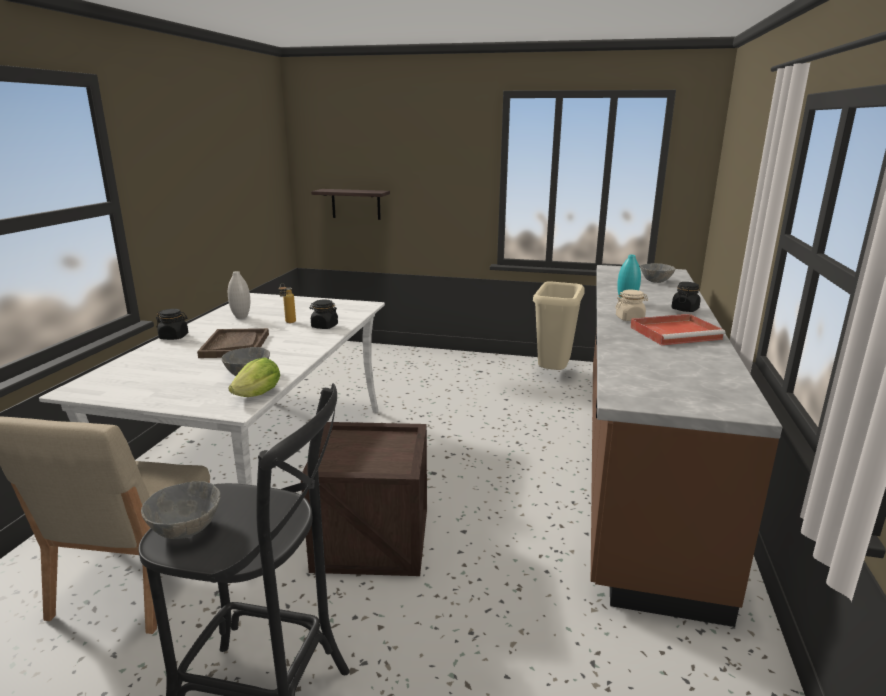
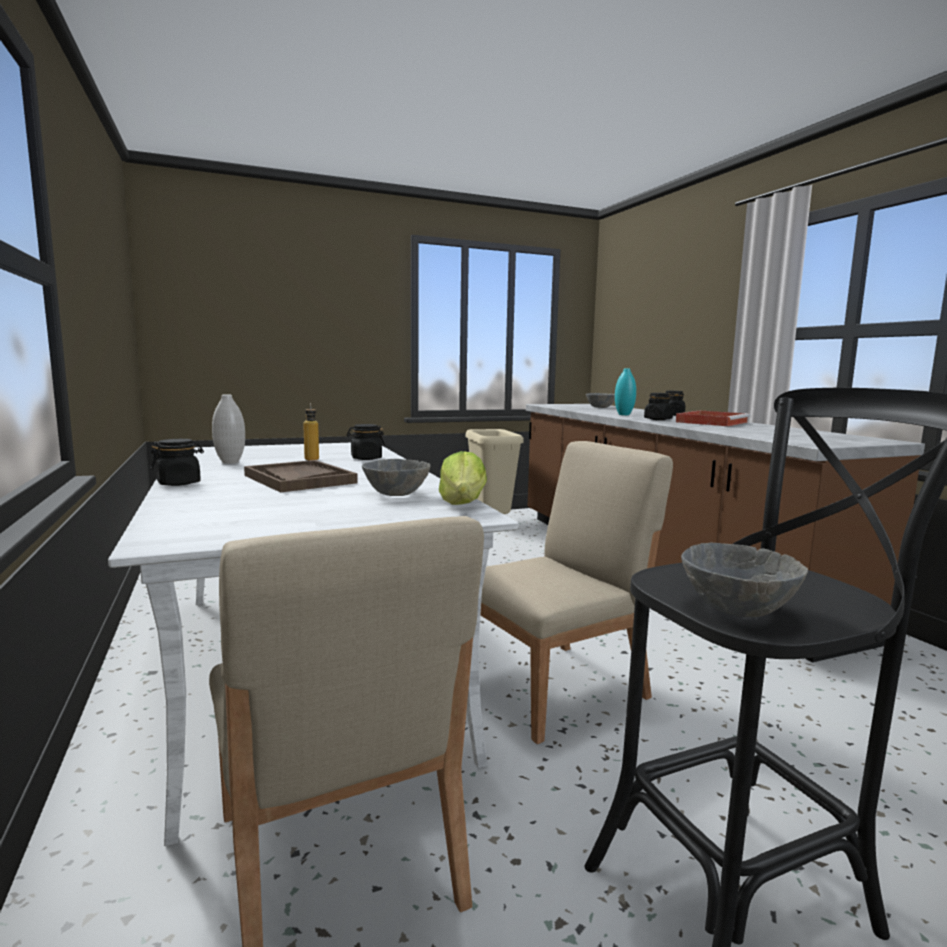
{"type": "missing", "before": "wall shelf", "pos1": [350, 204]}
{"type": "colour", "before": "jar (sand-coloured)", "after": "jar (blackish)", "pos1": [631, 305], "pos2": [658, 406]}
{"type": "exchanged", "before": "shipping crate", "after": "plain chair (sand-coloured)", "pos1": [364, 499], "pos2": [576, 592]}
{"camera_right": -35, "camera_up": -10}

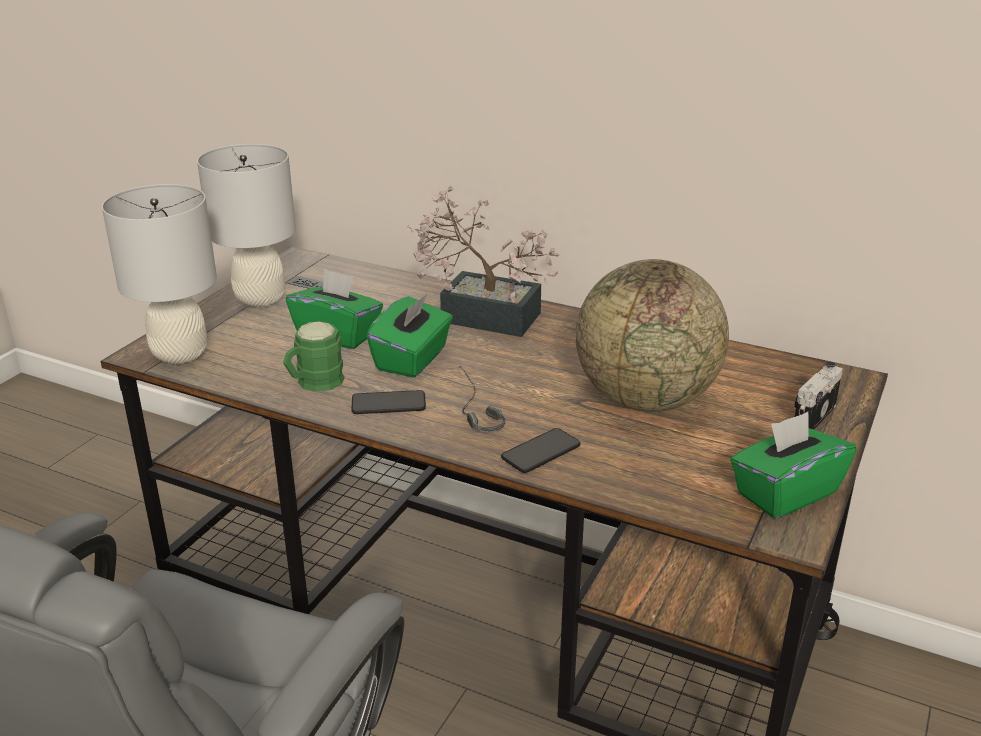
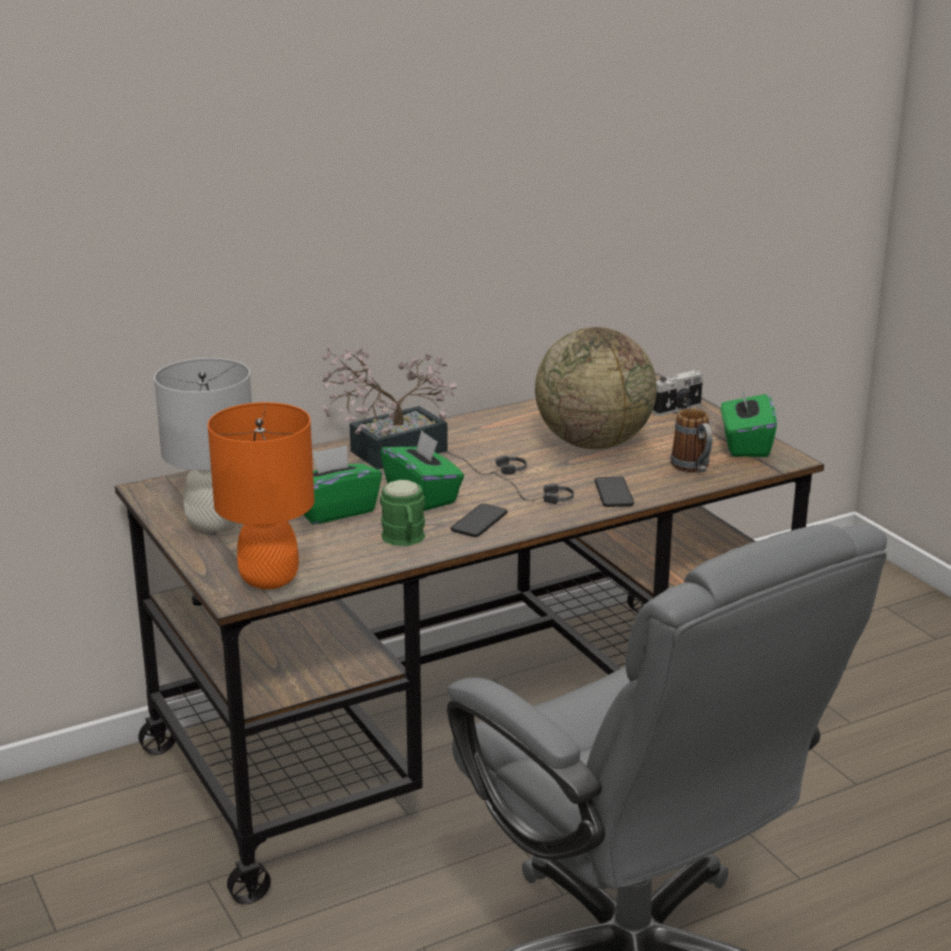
{"type": "colour", "before": "tabletop lamp (gray)", "after": "tabletop lamp (orangey)", "pos1": [159, 274], "pos2": [261, 496]}
{"type": "spun", "before": "photo camera", "pos1": [819, 395], "pos2": [677, 393], "turn": -105}
{"type": "appeared", "after": "tea mug", "pos2": [691, 440]}
{"type": "appeared", "after": "pair of headphones", "pos2": [485, 463]}
{"camera_right": -55, "camera_up": -5}

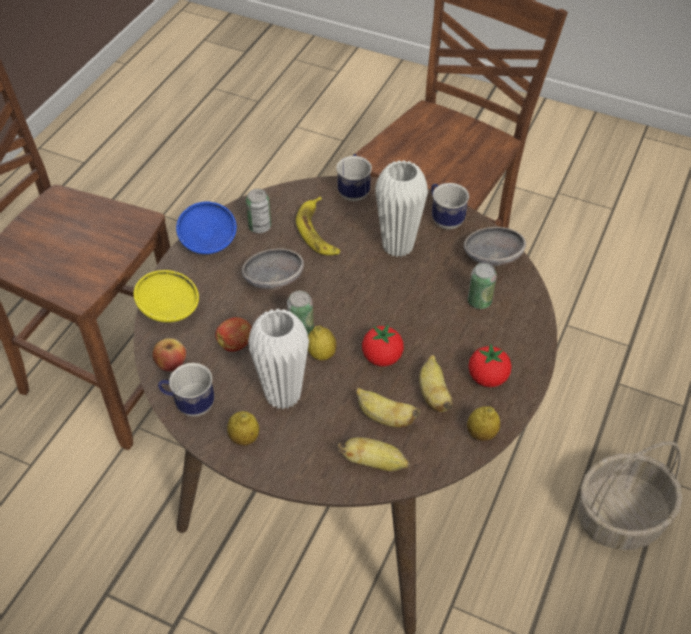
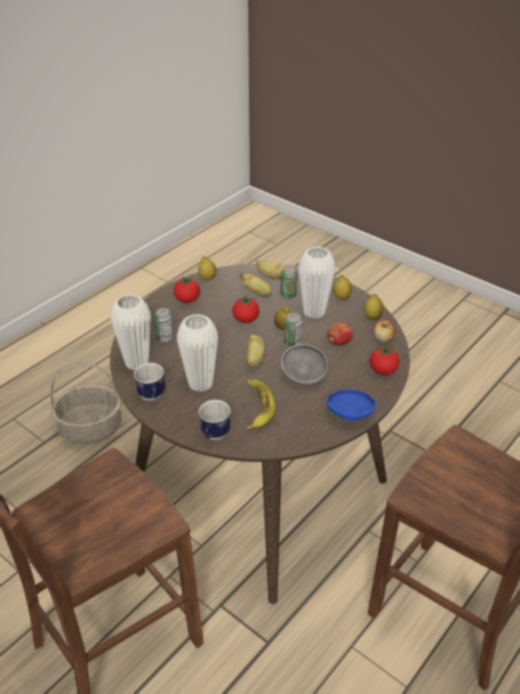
{"type": "relocated", "before": "metal can", "pos1": [258, 211], "pos2": [289, 282]}
{"type": "exchanged", "before": "serving bowl (gray)", "after": "flower vase (whitish)", "pos1": [495, 247], "pos2": [130, 332]}
{"type": "exchanged", "before": "serving bowl (yellow)", "after": "tomato", "pos1": [166, 296], "pos2": [384, 360]}
{"type": "relocated", "before": "banana fruit", "pos1": [436, 383], "pos2": [255, 348]}
{"type": "exchanged", "before": "tea mug", "after": "lemon", "pos1": [186, 389], "pos2": [374, 307]}
{"camera_right": -165, "camera_up": -10}

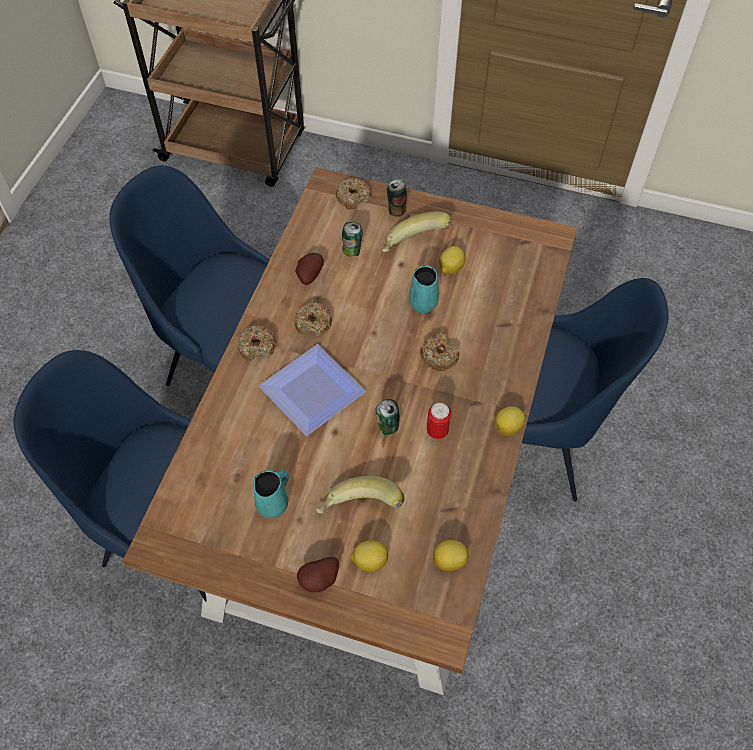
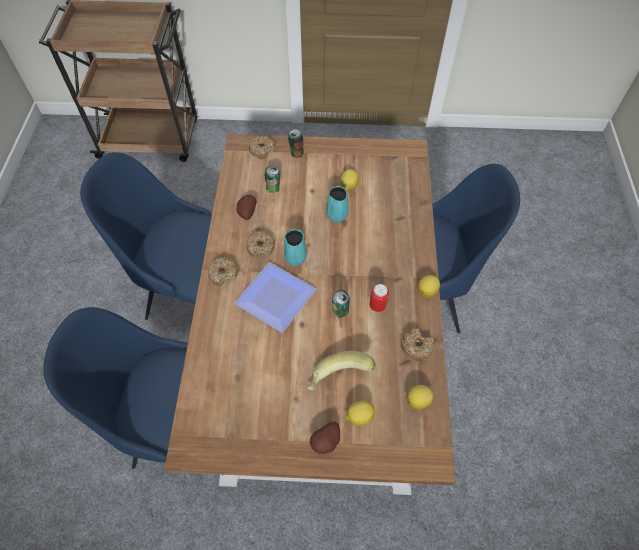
{"type": "missing", "before": "banana fruit", "pos1": [417, 232]}
{"type": "relocated", "before": "doughnut", "pos1": [439, 352], "pos2": [417, 344]}
{"type": "relocated", "before": "tea mug (turquoise)", "pos1": [271, 494], "pos2": [295, 247]}
{"camera_right": -15, "camera_up": 0}

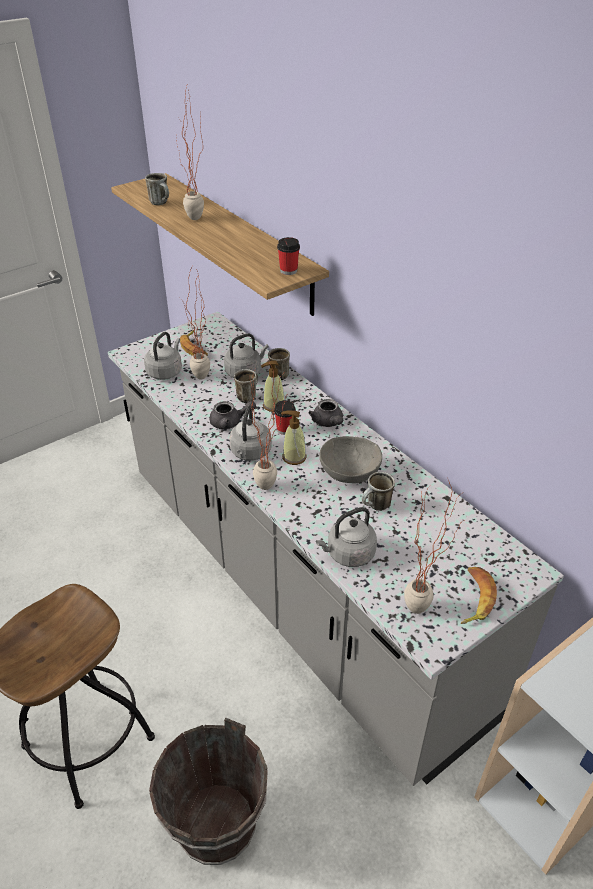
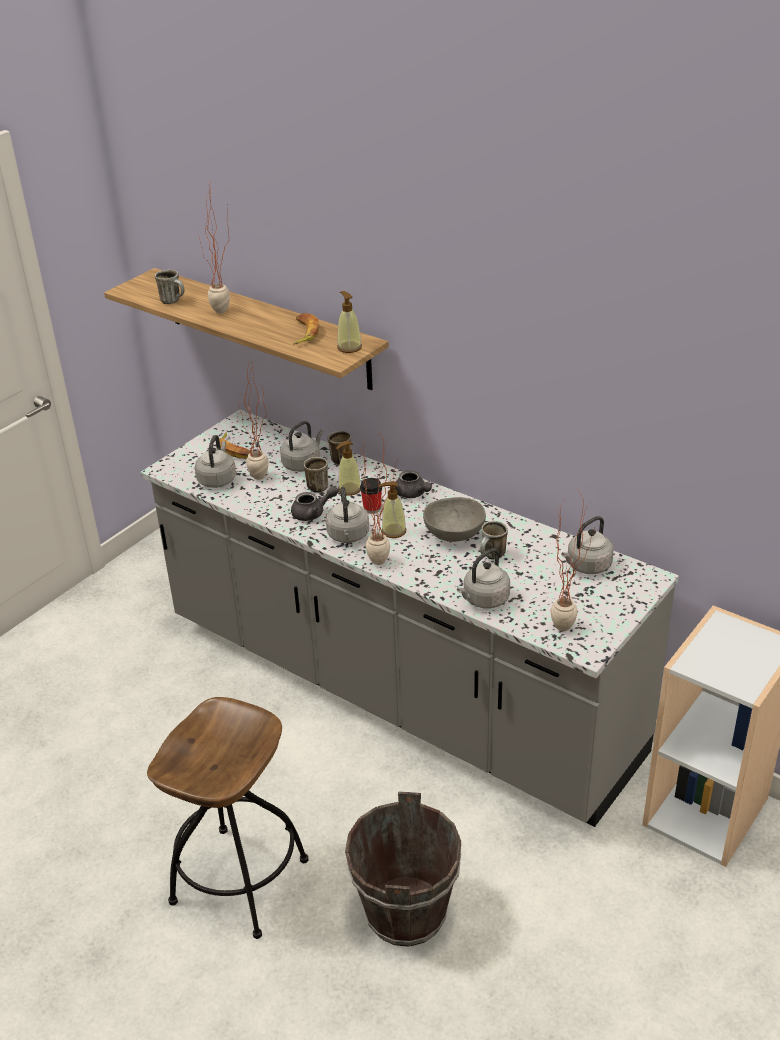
{"type": "exchanged", "before": "cup", "after": "soap bottle", "pos1": [288, 256], "pos2": [349, 322]}
{"type": "relocated", "before": "banana fruit", "pos1": [479, 595], "pos2": [306, 328]}
{"type": "appeared", "after": "tea kettle (gray)", "pos2": [587, 545]}
{"camera_right": -15, "camera_up": -5}

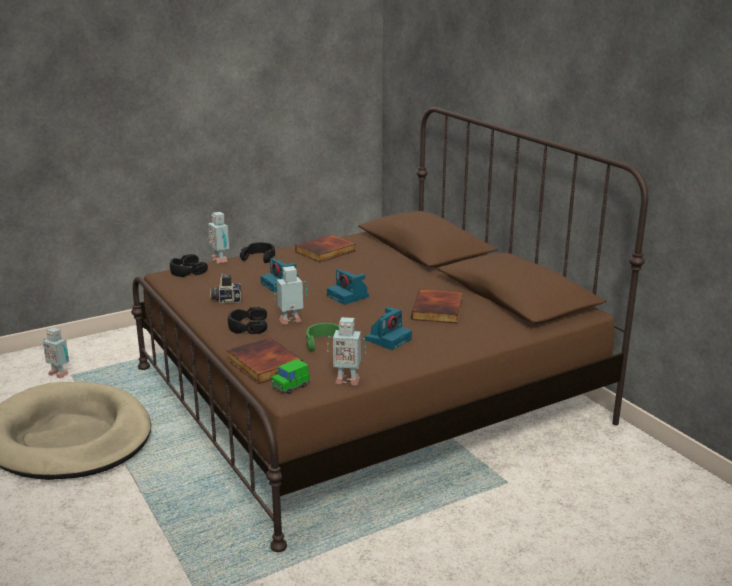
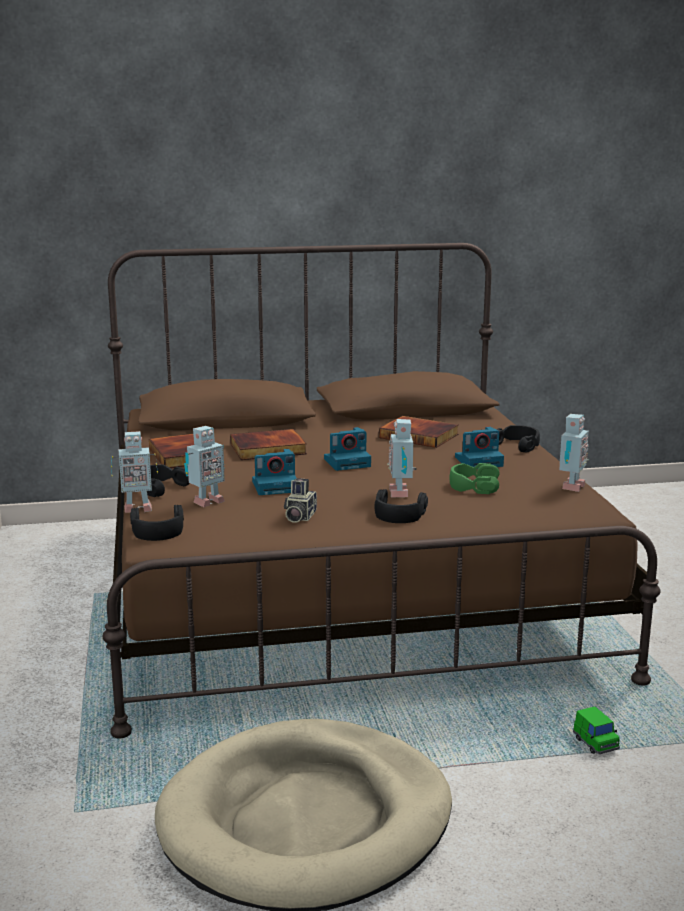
{"type": "spun", "before": "photo camera", "pos1": [388, 328], "pos2": [479, 448], "turn": 105}
{"type": "relocated", "before": "toy robot", "pos1": [56, 352], "pos2": [204, 466]}
{"type": "relocated", "before": "book", "pos1": [264, 360], "pos2": [268, 444]}
{"type": "relocated", "before": "model car (green)", "pos1": [291, 376], "pos2": [596, 730]}
{"type": "appeared", "after": "pair of headphones (blackish)", "pos2": [518, 439]}
{"camera_right": -70, "camera_up": -5}

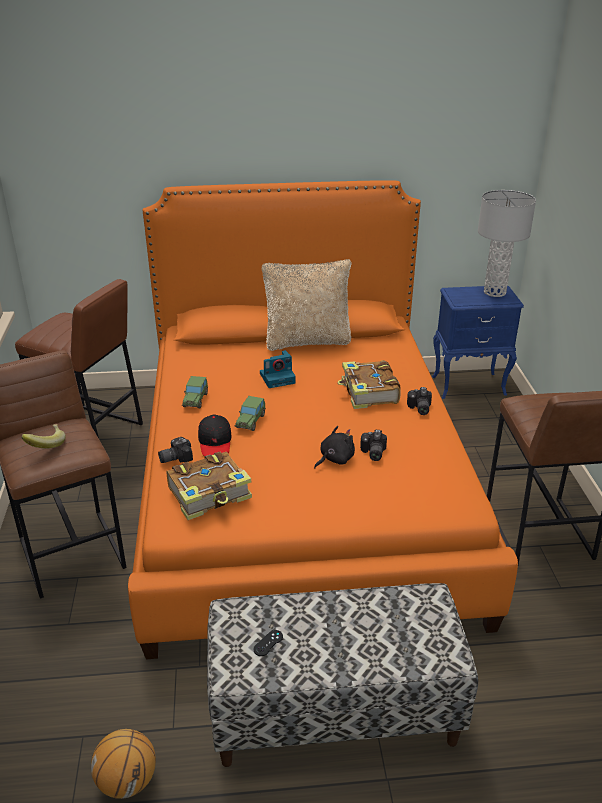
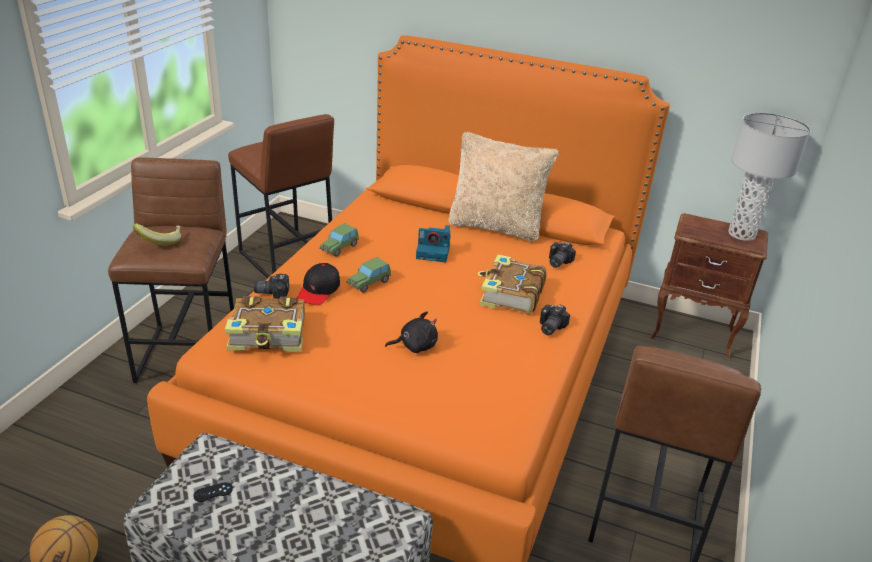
{"type": "colour", "before": "night table (bluish)", "after": "night table (brown-coloured)", "pos1": [478, 342], "pos2": [709, 286]}
{"type": "relocated", "before": "photo camera", "pos1": [373, 445], "pos2": [562, 255]}
{"camera_right": 25, "camera_up": 0}

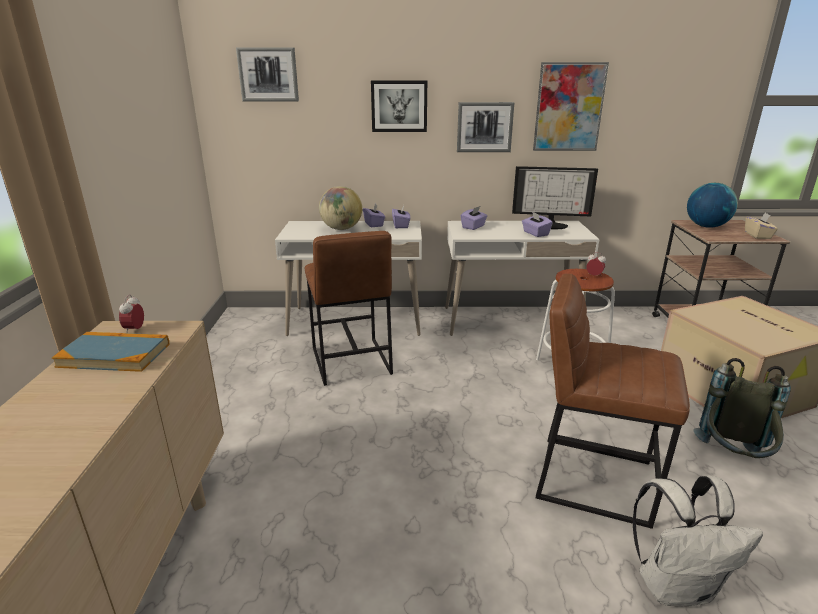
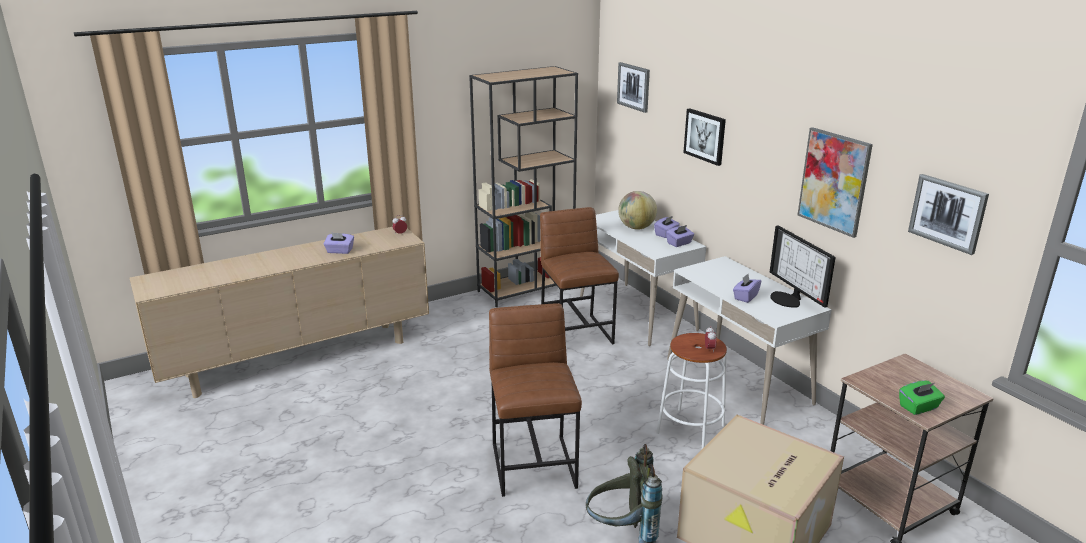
{"type": "relocated", "before": "picture", "pos1": [485, 127], "pos2": [948, 214]}
{"type": "missing", "before": "world globe", "pos1": [712, 205]}
{"type": "relocated", "before": "box of tissues (purple-coloured)", "pos1": [474, 218], "pos2": [338, 243]}
{"type": "colour", "before": "box of tissues (sand-coloured)", "after": "box of tissues (green)", "pos1": [761, 225], "pos2": [922, 397]}
{"type": "spun", "before": "plain chair (brown-coloured)", "pos1": [349, 308], "pos2": [579, 275], "turn": 120}
{"type": "missing", "before": "book", "pos1": [110, 352]}
{"type": "missing", "before": "knapsack (whitish)", "pos1": [698, 541]}
{"type": "appeared", "after": "bookcase", "pos2": [523, 186]}
{"camera_right": 60, "camera_up": 0}

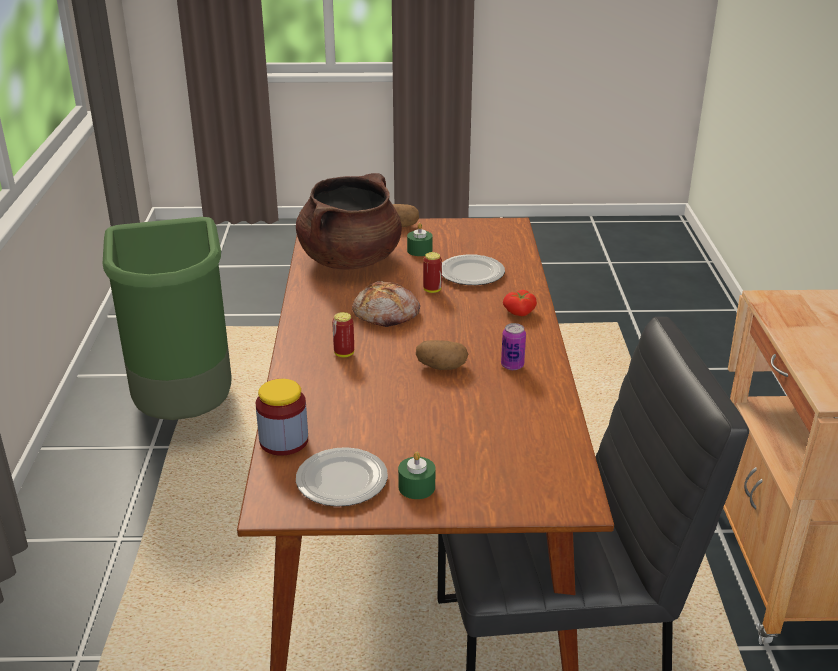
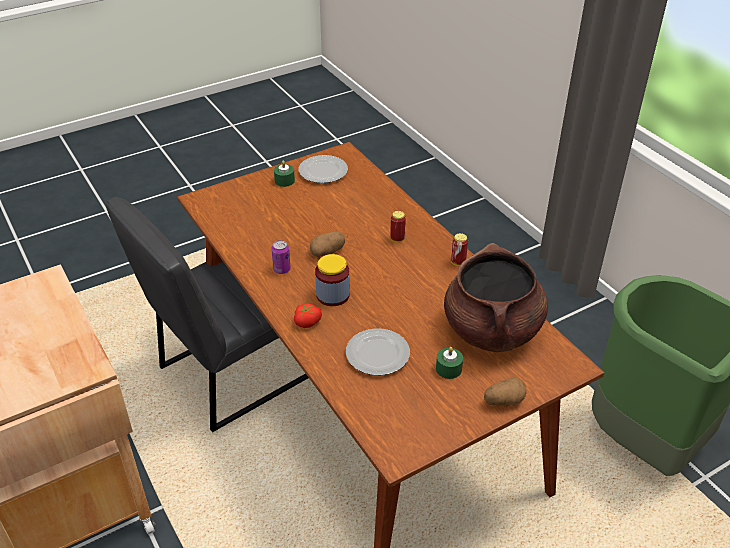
{"type": "relocated", "before": "metal can", "pos1": [432, 272], "pos2": [459, 249]}
{"type": "missing", "before": "bread", "pos1": [386, 304]}
{"type": "relocated", "before": "jar", "pos1": [282, 417], "pos2": [332, 280]}
{"camera_right": 150, "camera_up": 10}

